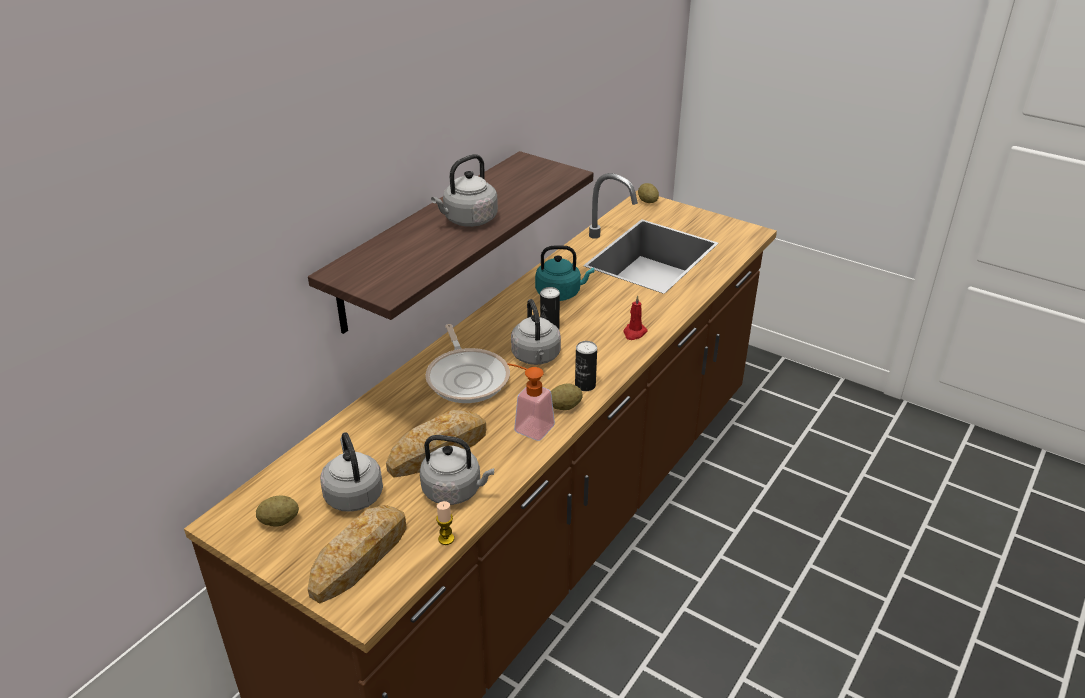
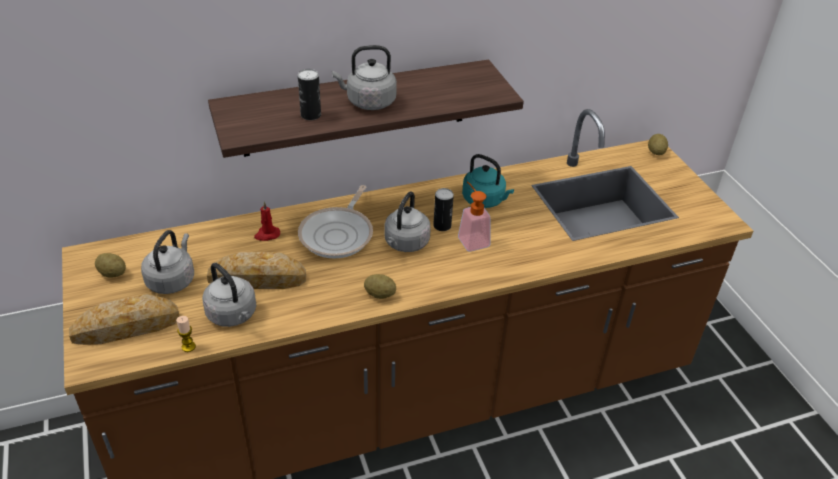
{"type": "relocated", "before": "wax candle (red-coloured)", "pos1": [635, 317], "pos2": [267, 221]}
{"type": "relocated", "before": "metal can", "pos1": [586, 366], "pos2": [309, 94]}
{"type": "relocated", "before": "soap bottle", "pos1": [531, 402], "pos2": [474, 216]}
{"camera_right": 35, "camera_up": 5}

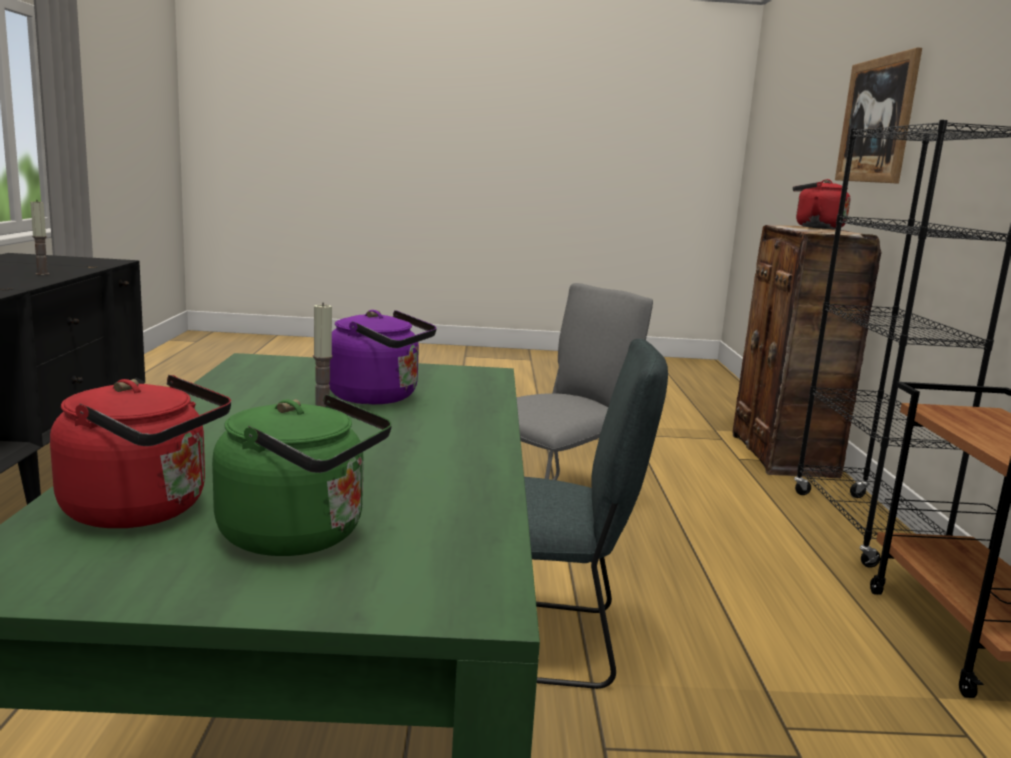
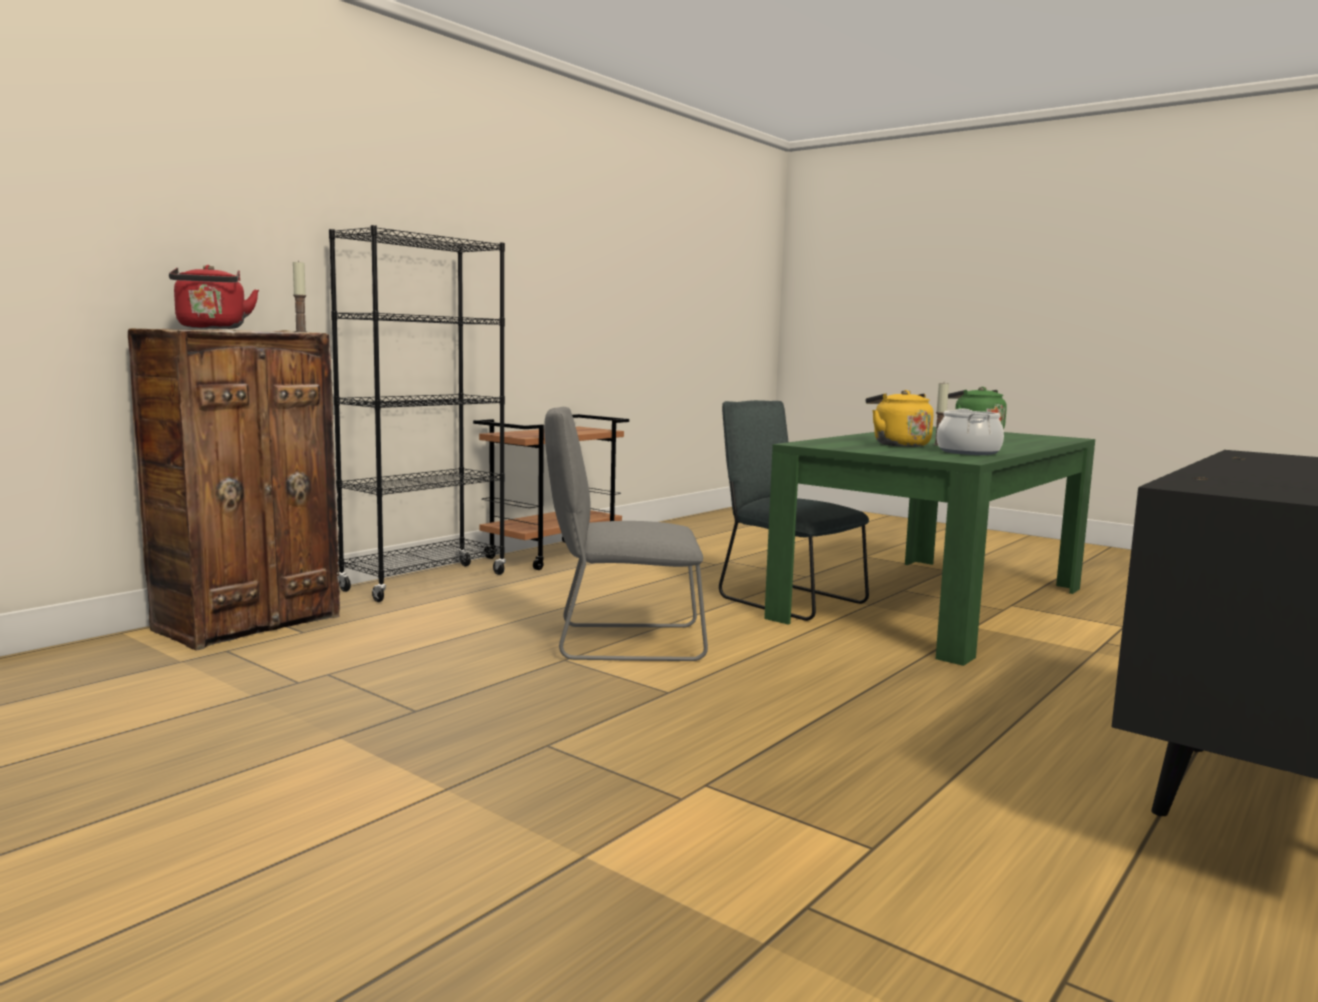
{"type": "missing", "before": "picture", "pos1": [878, 115]}
{"type": "relocated", "before": "wax candle", "pos1": [39, 238], "pos2": [300, 296]}
{"type": "colour", "before": "tea kettle (purple-coloured)", "after": "tea kettle (yellow)", "pos1": [383, 357], "pos2": [900, 418]}
{"type": "missing", "before": "tea kettle (red-coloured)", "pos1": [140, 451]}
{"type": "appeared", "after": "stockpot", "pos2": [970, 432]}
{"camera_right": -140, "camera_up": -5}

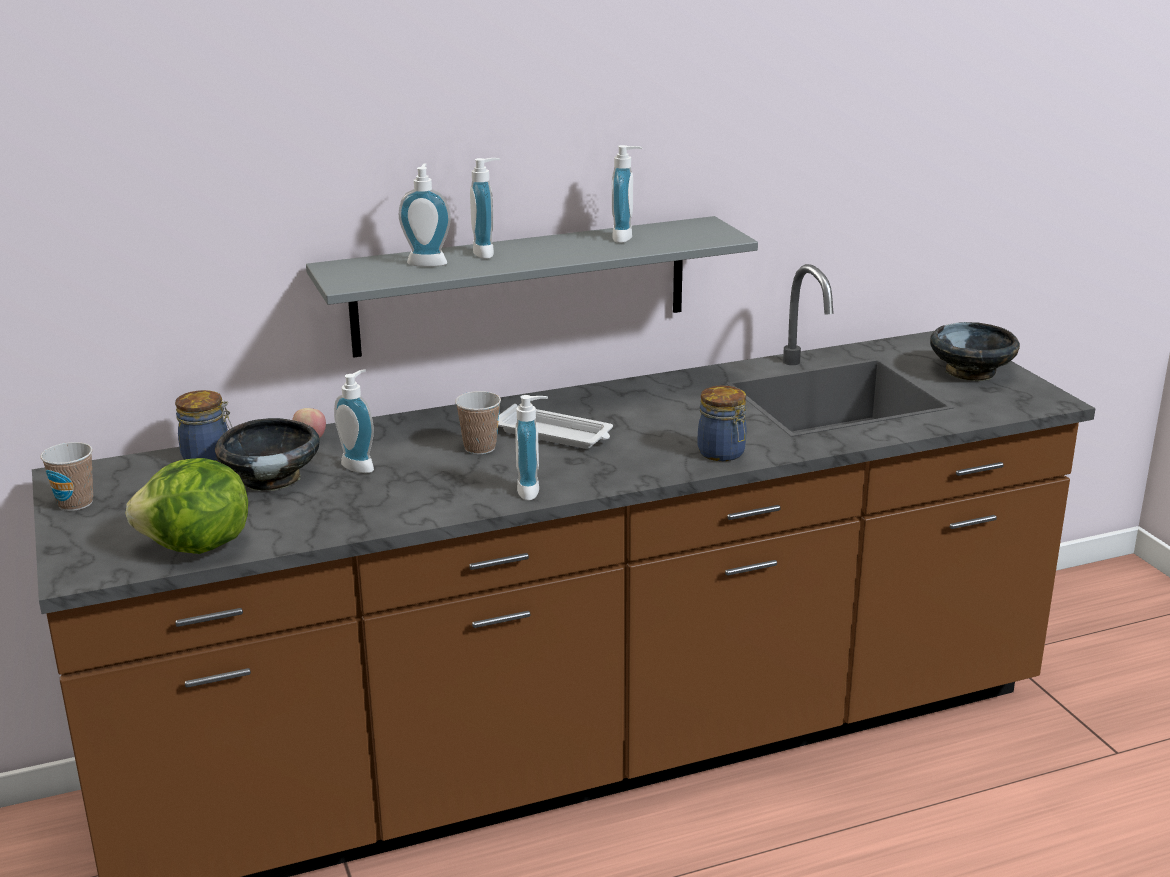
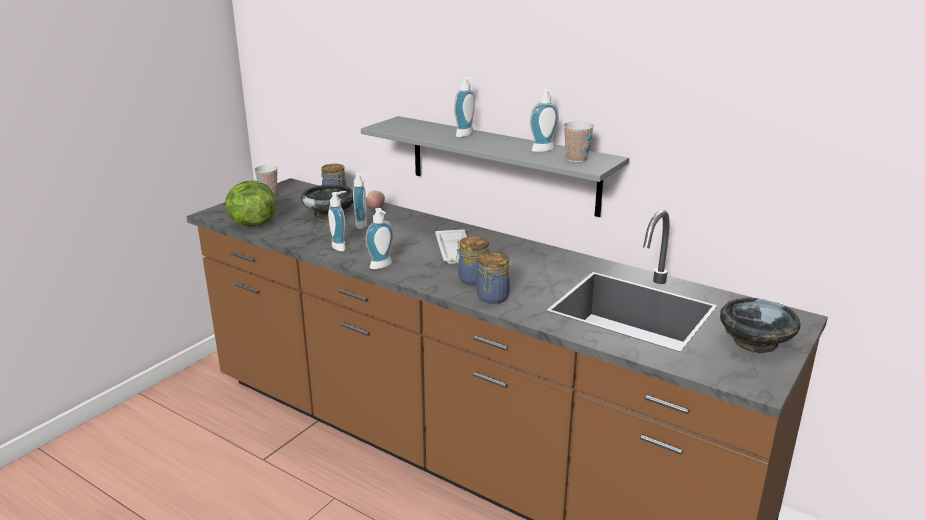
{"type": "relocated", "before": "soap bottle", "pos1": [425, 215], "pos2": [337, 221]}
{"type": "relocated", "before": "cup", "pos1": [478, 423], "pos2": [578, 141]}
{"type": "appeared", "after": "jar", "pos2": [472, 260]}
{"camera_right": 55, "camera_up": 0}

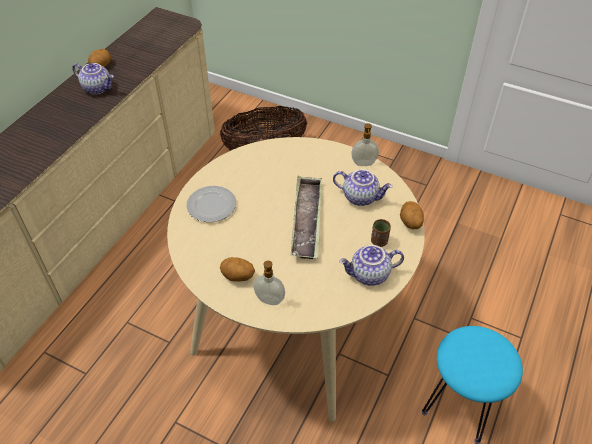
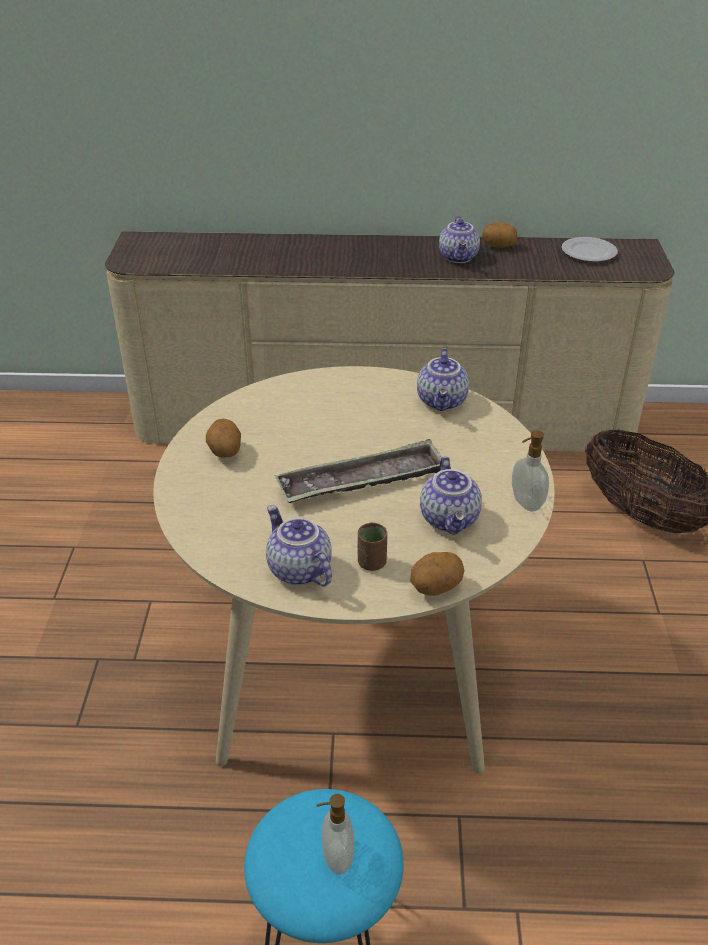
{"type": "relocated", "before": "plate", "pos1": [211, 204], "pos2": [589, 249]}
{"type": "relocated", "before": "soap bottle", "pos1": [269, 283], "pos2": [335, 834]}
{"type": "appeared", "after": "pot for tea", "pos2": [443, 379]}
{"camera_right": 65, "camera_up": -10}

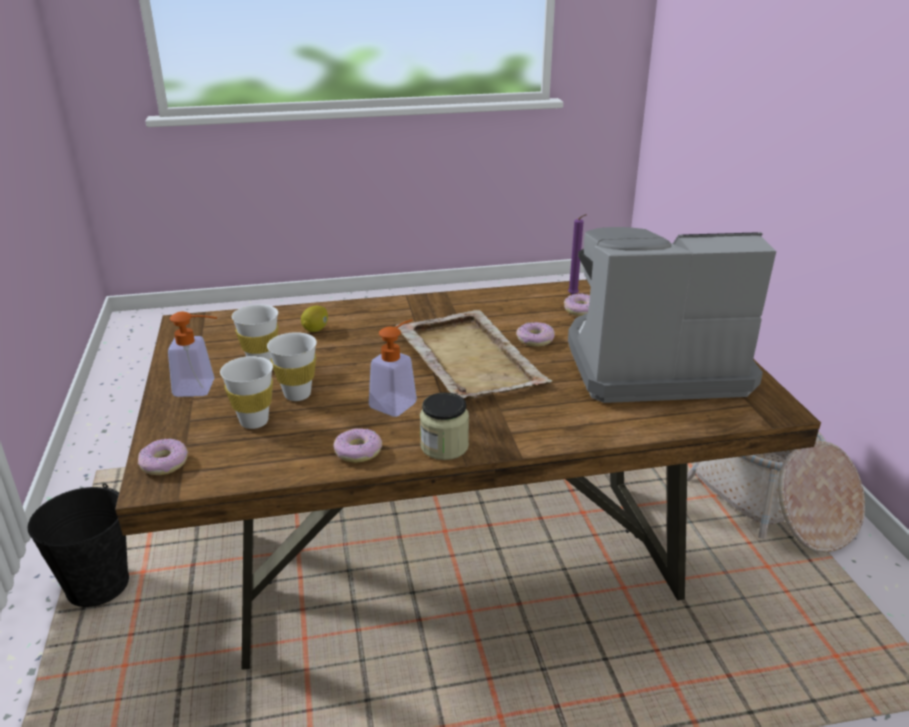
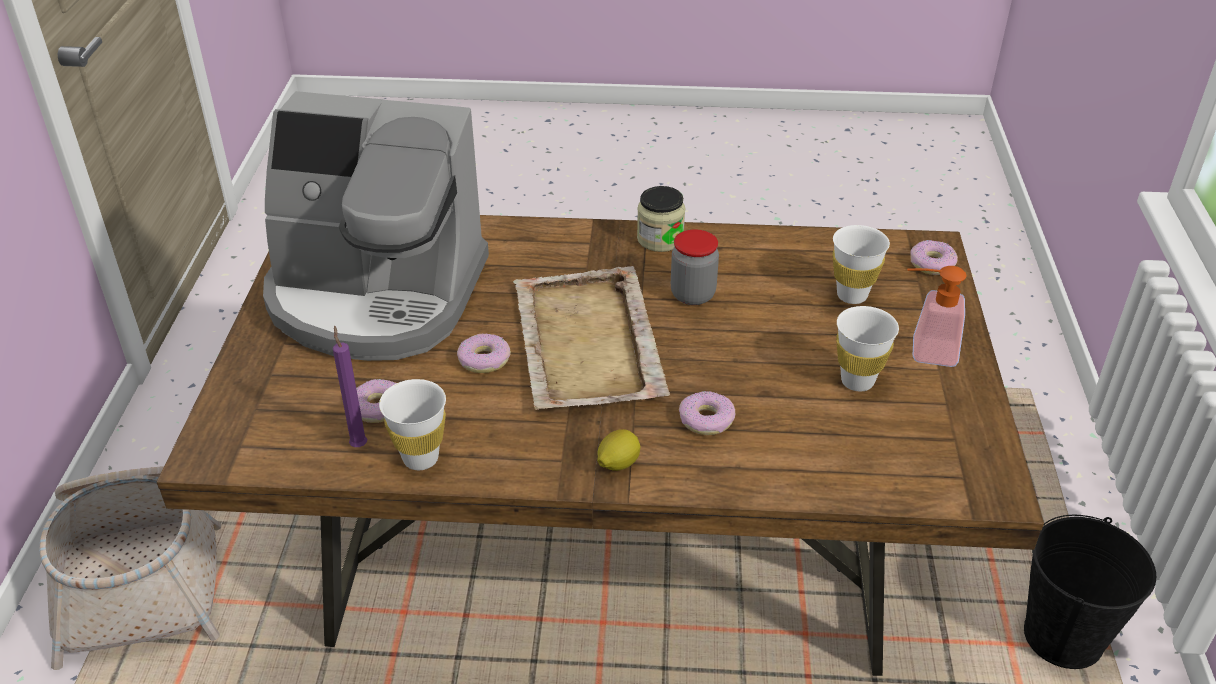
{"type": "relocated", "before": "lemon", "pos1": [314, 319], "pos2": [618, 450]}
{"type": "exchanged", "before": "soap bottle", "after": "jar", "pos1": [393, 368], "pos2": [695, 267]}
{"type": "relocated", "before": "cup (whitish)", "pos1": [292, 366], "pos2": [412, 424]}
{"type": "relocated", "before": "doughnut", "pos1": [357, 445], "pos2": [707, 413]}
{"camera_right": -165, "camera_up": 10}

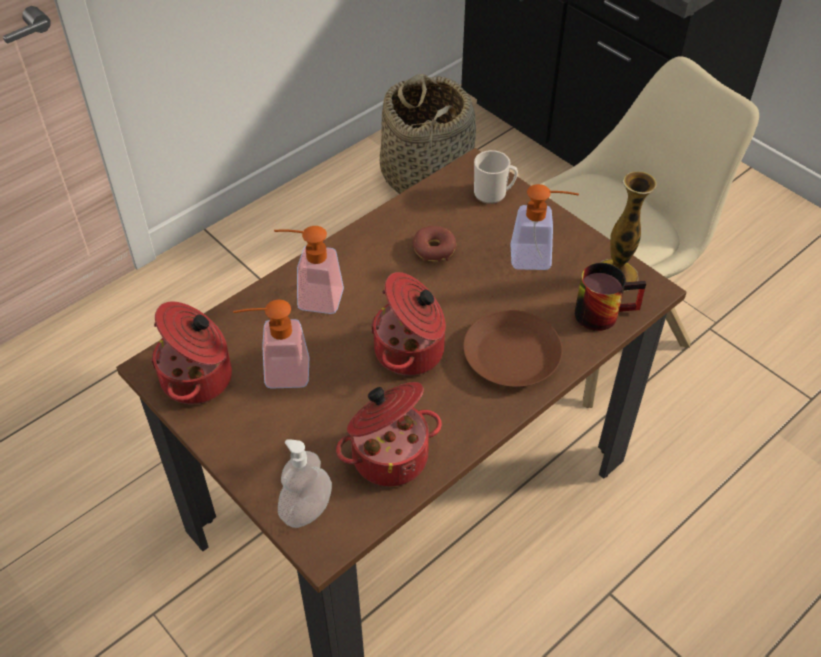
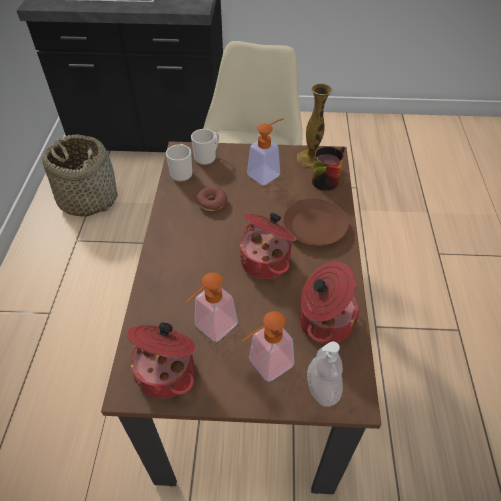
{"type": "relocated", "before": "soap bottle", "pos1": [309, 270], "pos2": [268, 346]}
{"type": "appeared", "after": "tea mug", "pos2": [179, 163]}
{"camera_right": -45, "camera_up": 0}

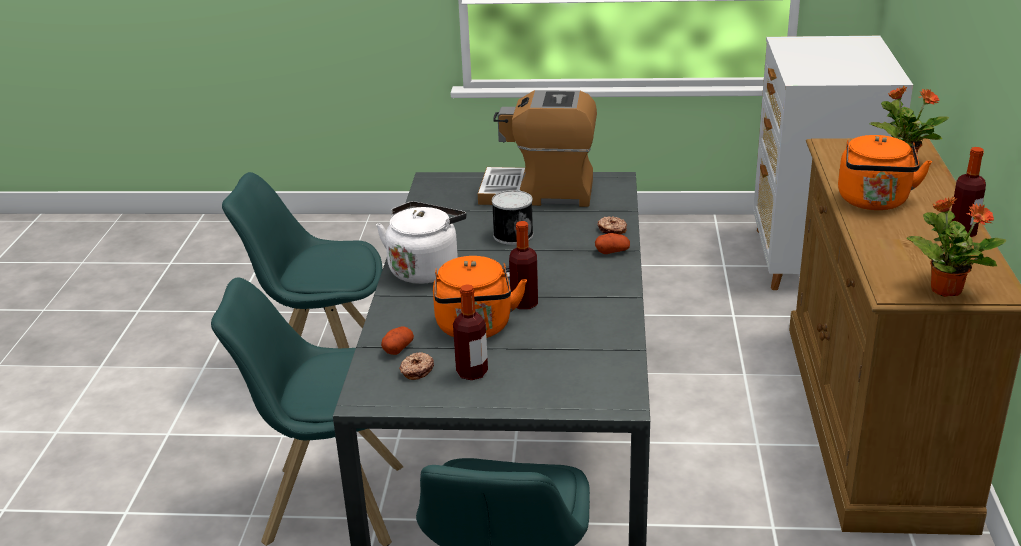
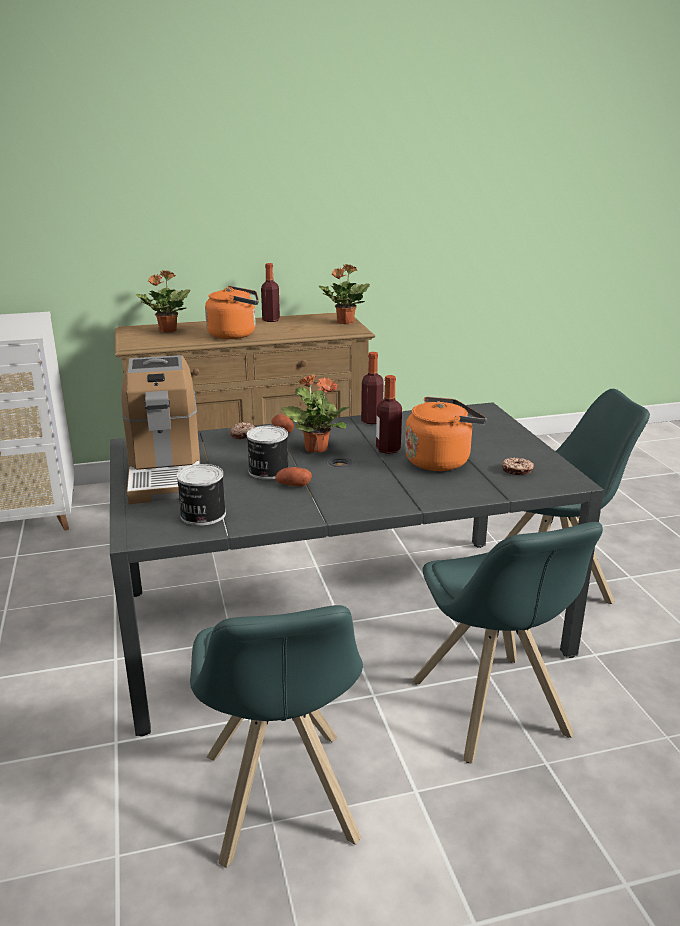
{"type": "missing", "before": "tea kettle (whitish)", "pos1": [421, 242]}
{"type": "relocated", "before": "bottle", "pos1": [470, 332], "pos2": [372, 388]}
{"type": "relocated", "before": "spud", "pos1": [397, 340], "pos2": [293, 477]}
{"type": "appeared", "after": "plant in a pot", "pos2": [315, 413]}
{"type": "appeared", "after": "metal can", "pos2": [201, 495]}
{"camera_right": -110, "camera_up": -5}

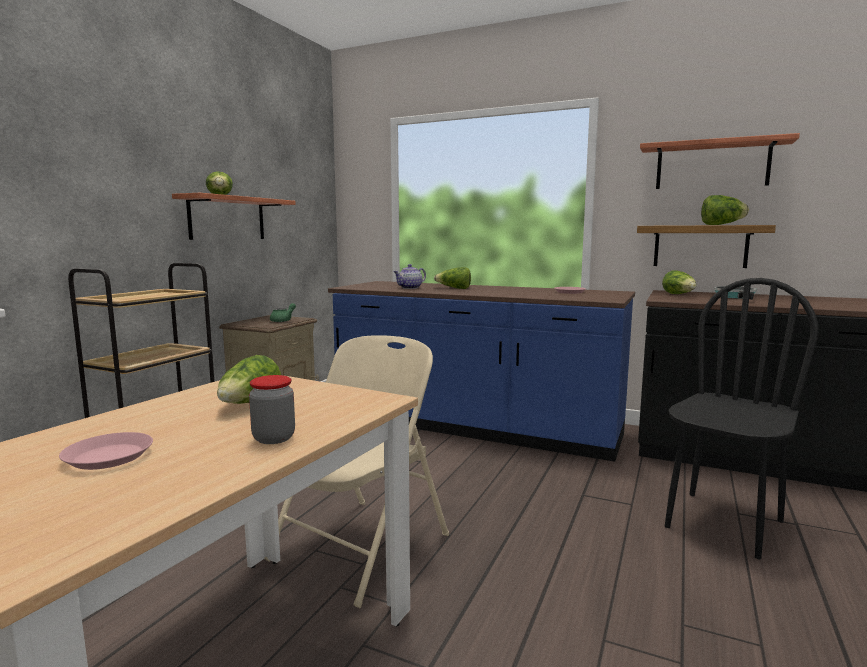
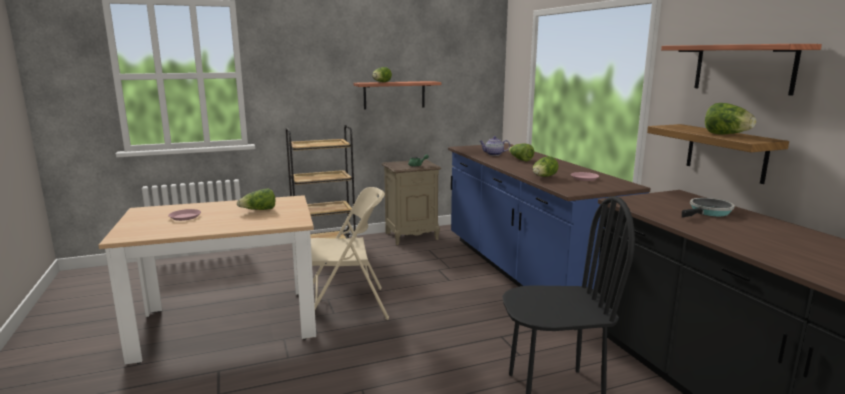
{"type": "relocated", "before": "lettuce head", "pos1": [679, 282], "pos2": [545, 166]}
{"type": "missing", "before": "jar", "pos1": [272, 409]}
{"camera_right": 45, "camera_up": 5}

